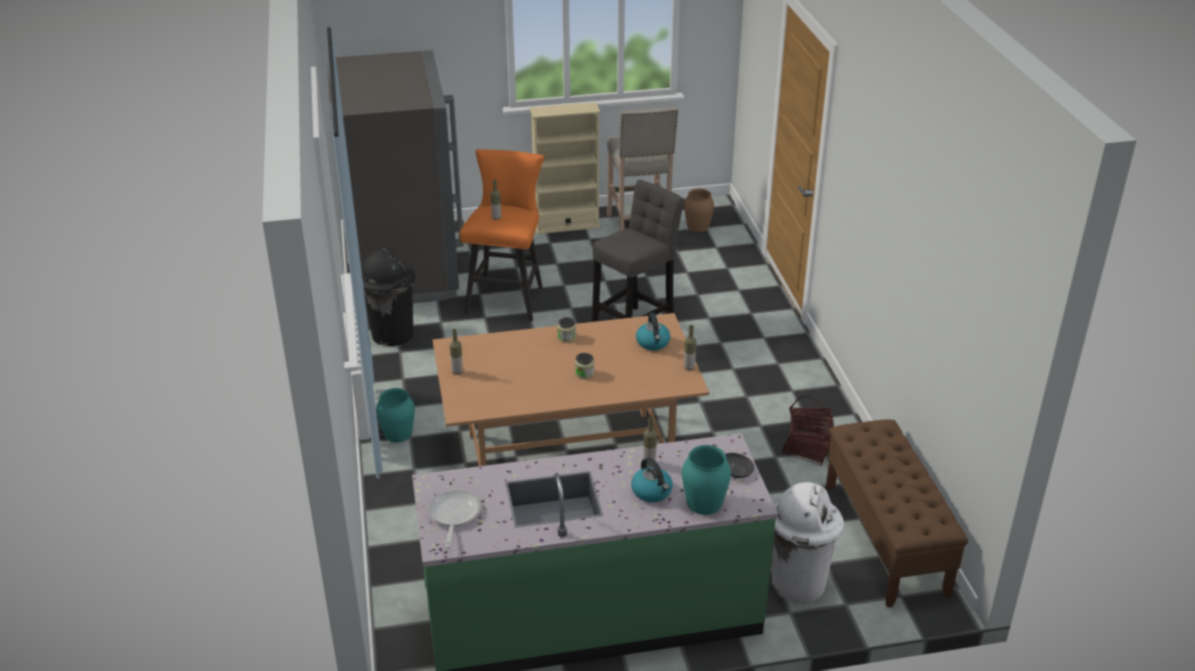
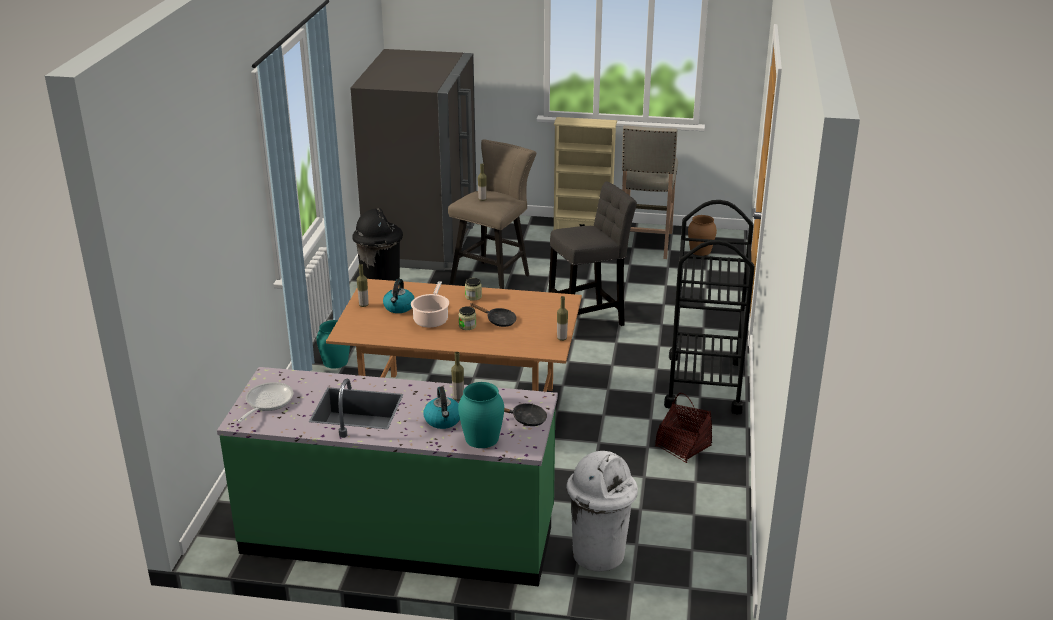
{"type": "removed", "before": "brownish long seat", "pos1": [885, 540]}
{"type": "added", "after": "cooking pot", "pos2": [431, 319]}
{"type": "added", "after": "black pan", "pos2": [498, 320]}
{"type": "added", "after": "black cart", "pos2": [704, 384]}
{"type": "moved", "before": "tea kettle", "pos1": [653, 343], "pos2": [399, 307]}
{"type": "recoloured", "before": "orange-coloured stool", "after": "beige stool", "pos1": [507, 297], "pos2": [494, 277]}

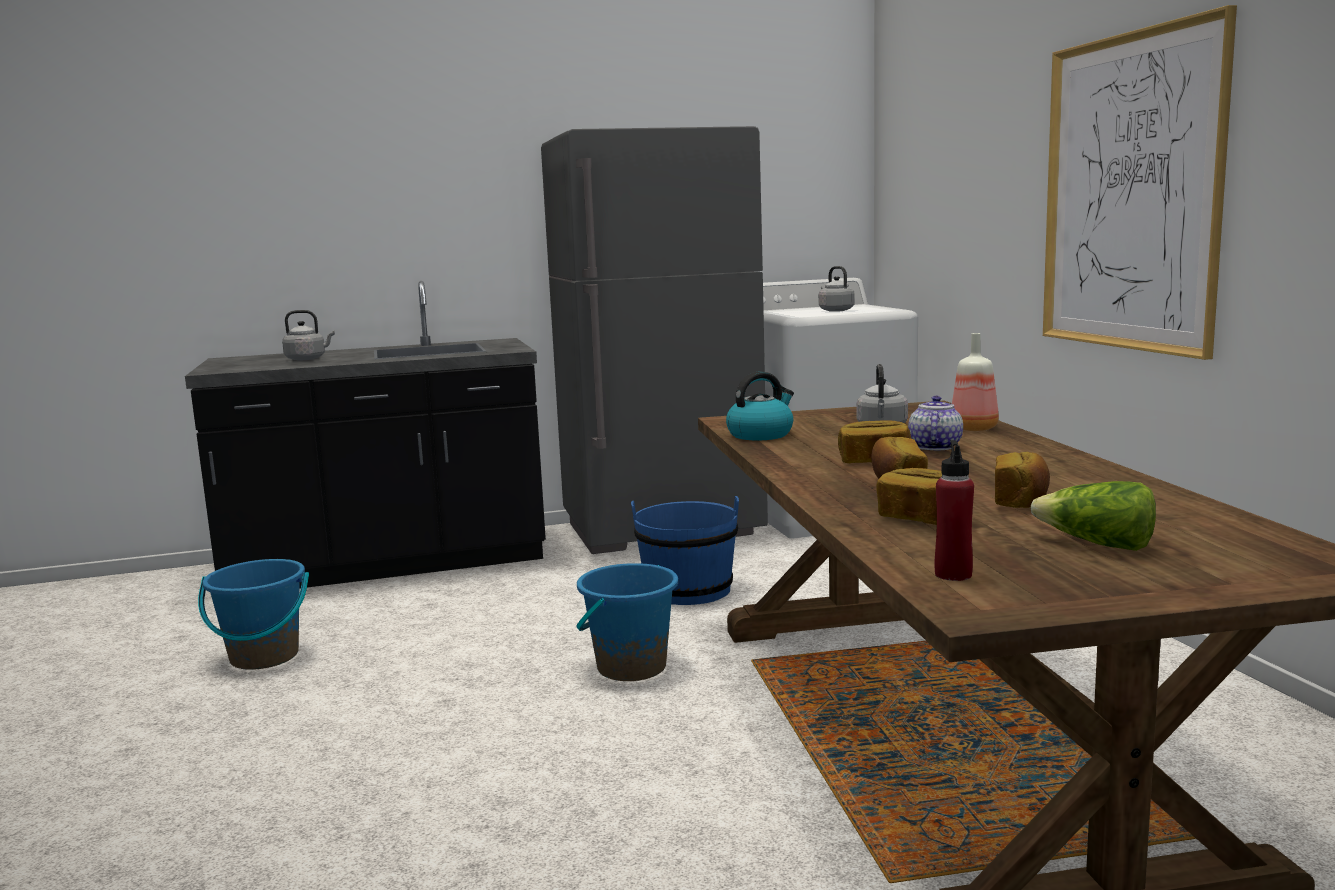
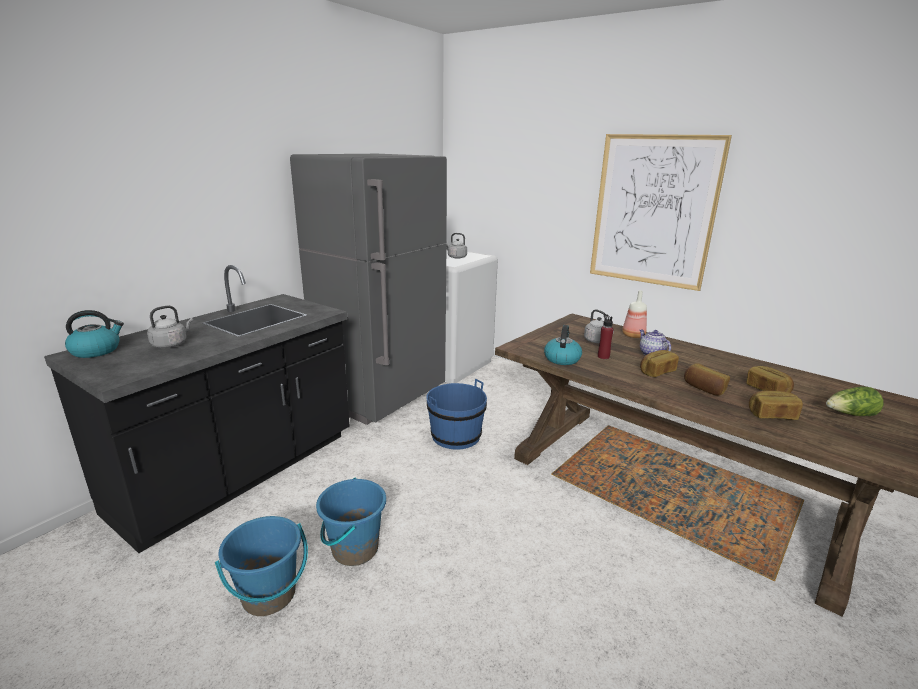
{"type": "added", "after": "tea kettle", "pos2": [96, 350]}
{"type": "moved", "before": "blue-coloured bucket", "pos1": [631, 667], "pos2": [354, 549]}
{"type": "moved", "before": "reddish drink bottle", "pos1": [953, 574], "pos2": [603, 356]}

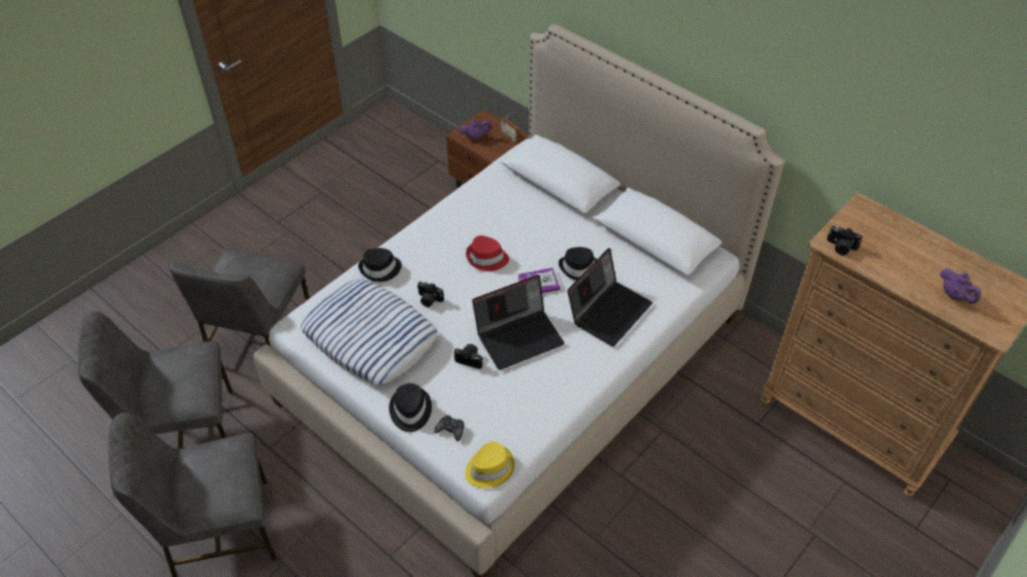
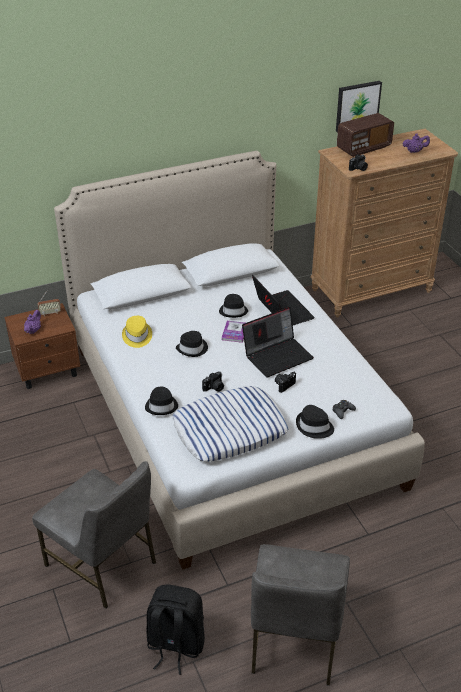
{"type": "added", "after": "picture", "pos2": [357, 106]}
{"type": "added", "after": "radio", "pos2": [363, 148]}
{"type": "moved", "before": "yellow-coloured hat", "pos1": [489, 468], "pos2": [137, 336]}
{"type": "replaced", "before": "grey plain chair", "after": "black backpack", "pos1": [185, 432], "pos2": [175, 645]}
{"type": "recoloured", "before": "reddish hat", "after": "black hat", "pos1": [487, 258], "pos2": [192, 349]}
{"type": "turned", "before": "laptop", "pos1": [519, 336], "pos2": [278, 355], "turn": 60}

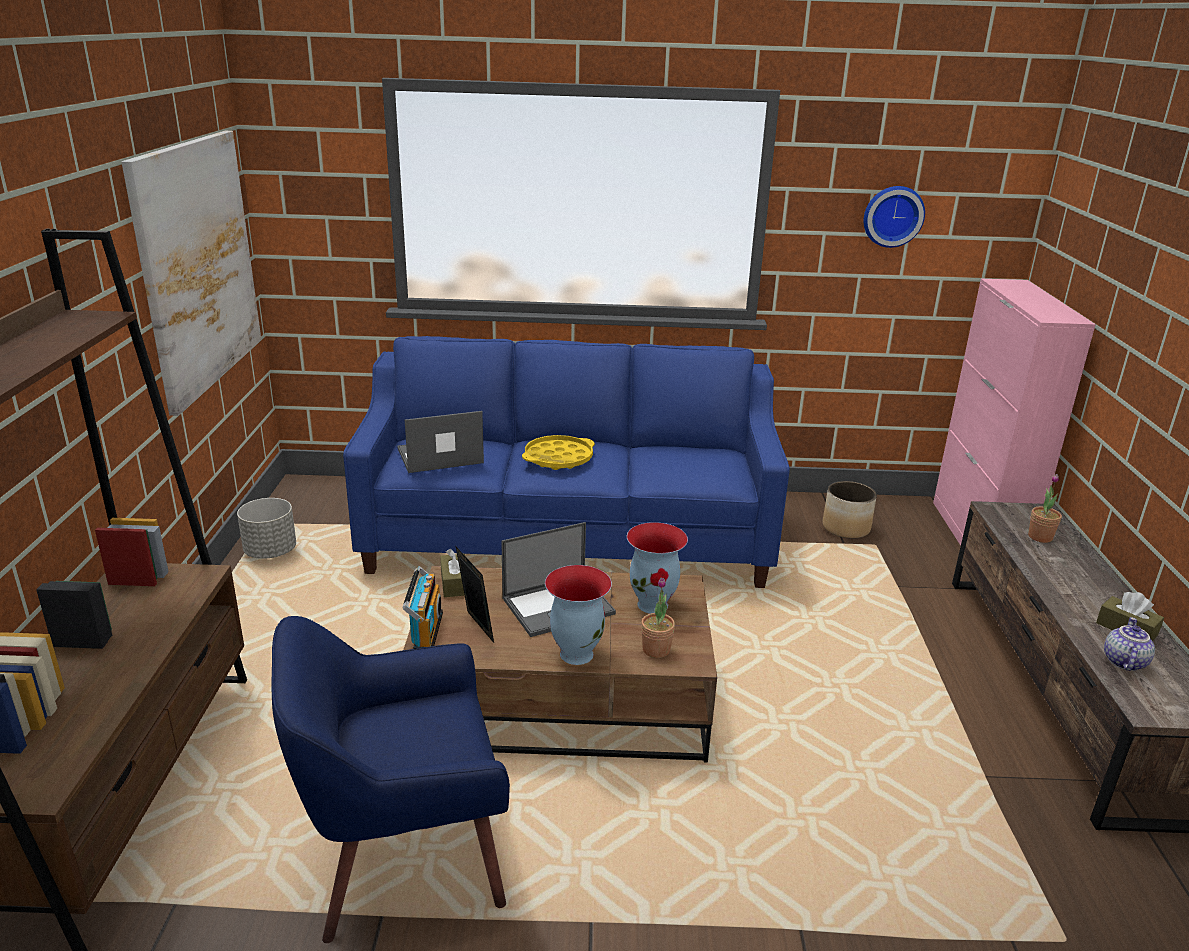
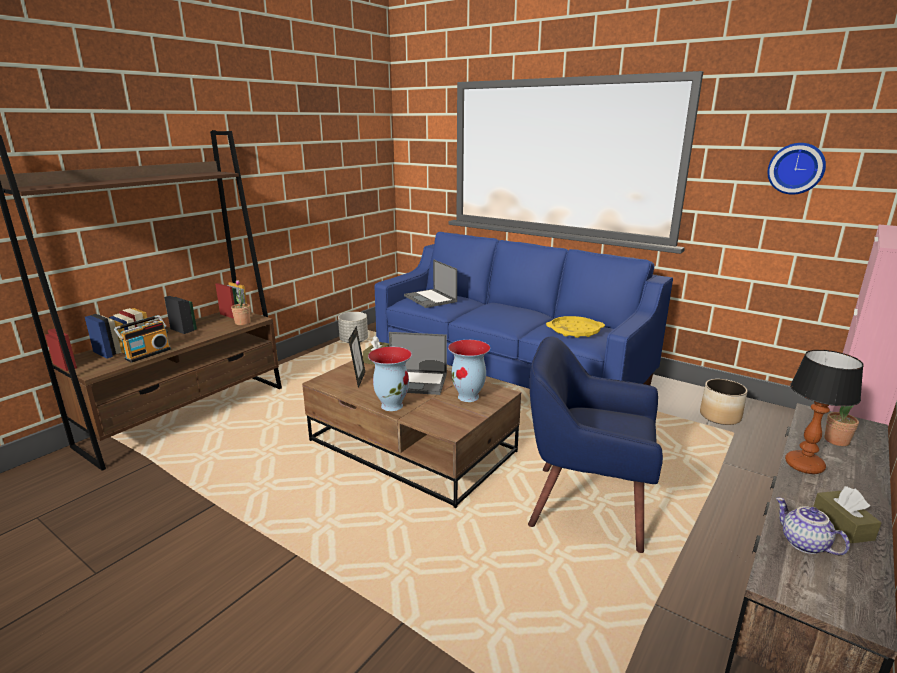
{"type": "removed", "before": "picture", "pos1": [198, 265]}
{"type": "added", "after": "table lamp", "pos2": [803, 465]}
{"type": "moved", "before": "blue-coloured lounge chair", "pos1": [403, 856], "pos2": [585, 505]}
{"type": "moved", "before": "radio", "pos1": [425, 631], "pos2": [147, 354]}
{"type": "moved", "before": "yellow-coloured carrying tray", "pos1": [558, 458], "pos2": [574, 331]}
{"type": "moved", "before": "potted plant", "pos1": [656, 650], "pos2": [242, 323]}
{"type": "turned", "before": "laptop", "pos1": [439, 456], "pos2": [430, 299], "turn": -135}
{"type": "turned", "before": "pot for tea", "pos1": [1123, 661], "pos2": [803, 543], "turn": -90}

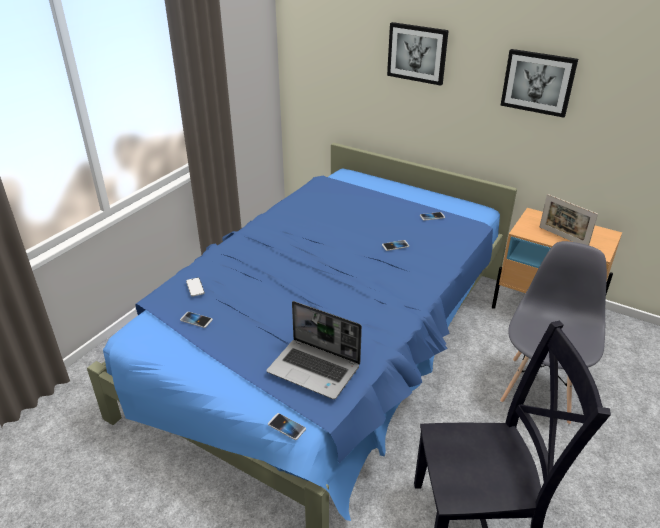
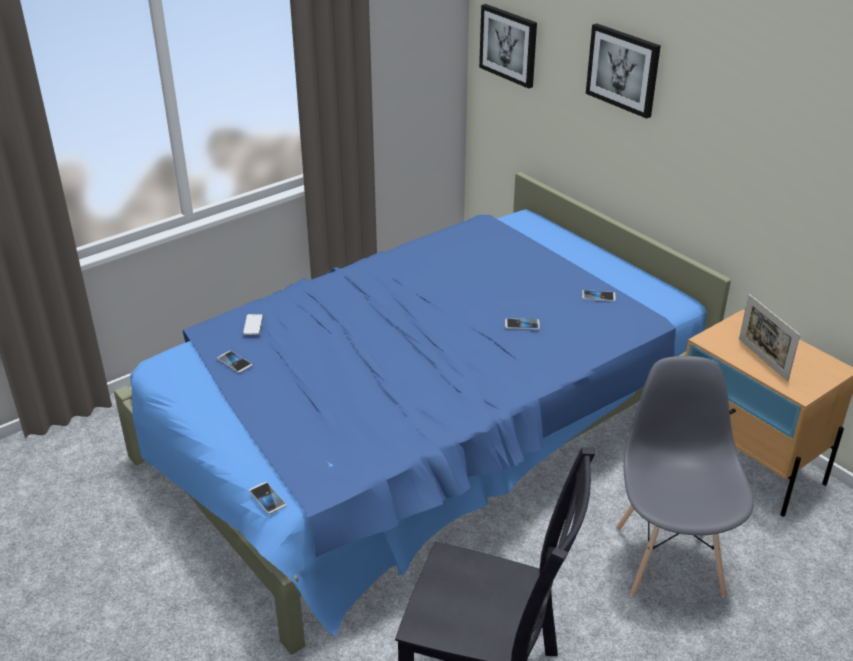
{"type": "removed", "before": "laptop", "pos1": [315, 369]}
{"type": "moved", "before": "picture", "pos1": [538, 82], "pos2": [509, 45]}
{"type": "turned", "before": "grey plain chair", "pos1": [540, 389], "pos2": [669, 560], "turn": -45}

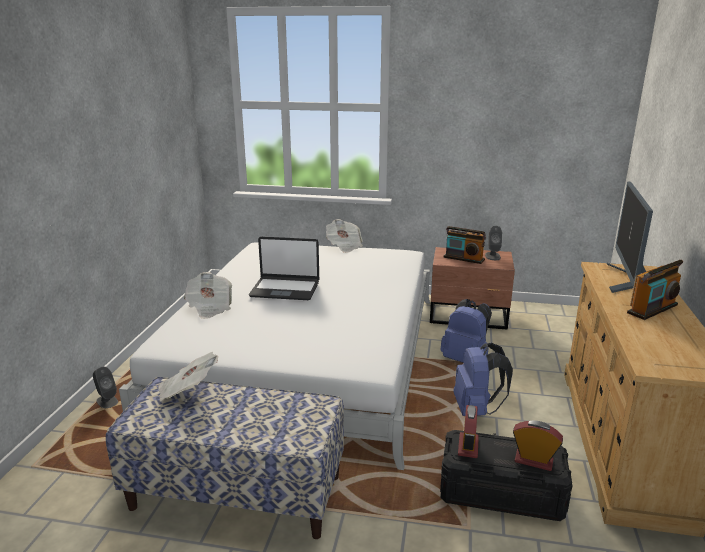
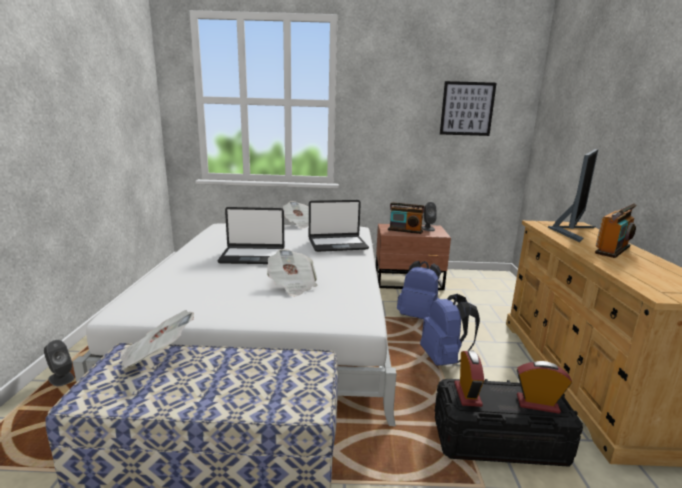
{"type": "added", "after": "laptop", "pos2": [337, 244]}
{"type": "added", "after": "picture", "pos2": [467, 109]}
{"type": "moved", "before": "newspaper", "pos1": [210, 307], "pos2": [292, 285]}
{"type": "turned", "before": "monitor", "pos1": [626, 280], "pos2": [571, 231], "turn": -150}

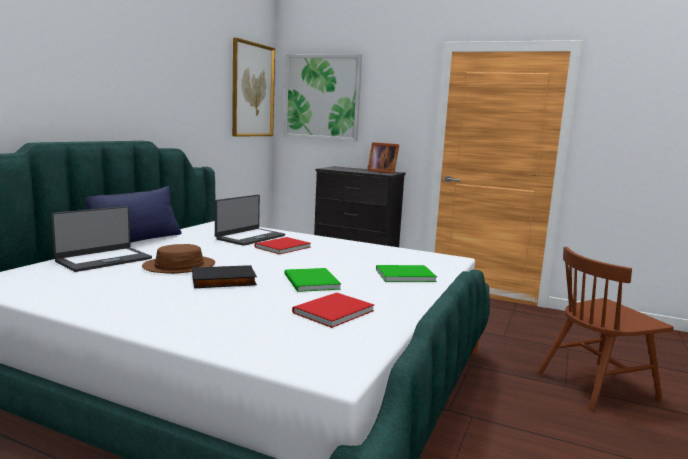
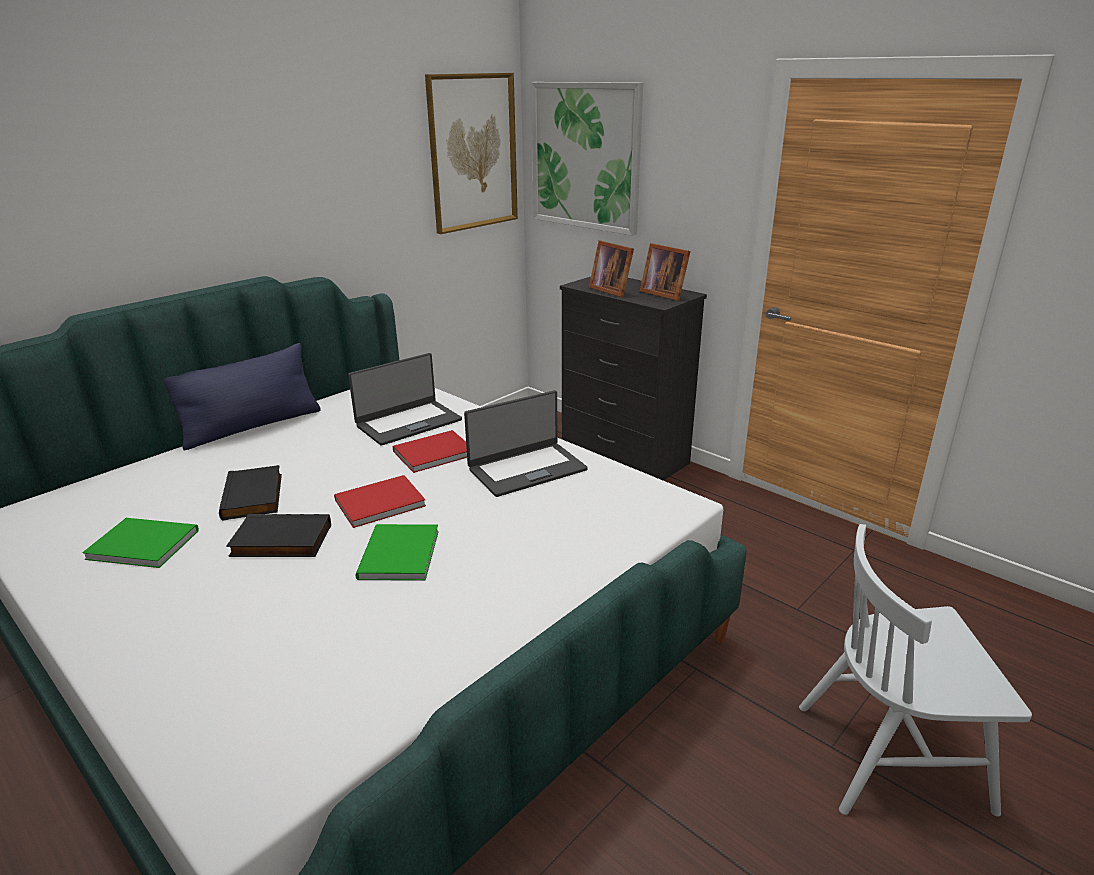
{"type": "added", "after": "standing frame", "pos2": [611, 290]}
{"type": "moved", "before": "laptop", "pos1": [103, 260], "pos2": [526, 469]}
{"type": "moved", "before": "reddish bound book", "pos1": [331, 312], "pos2": [377, 502]}
{"type": "moved", "before": "greenish bound book", "pos1": [403, 275], "pos2": [142, 543]}
{"type": "replaced", "before": "brownish hat", "after": "black bound book", "pos1": [179, 266], "pos2": [255, 496]}
{"type": "recoloured", "before": "brownish plain chair", "after": "white plain chair", "pos1": [596, 385], "pos2": [892, 755]}

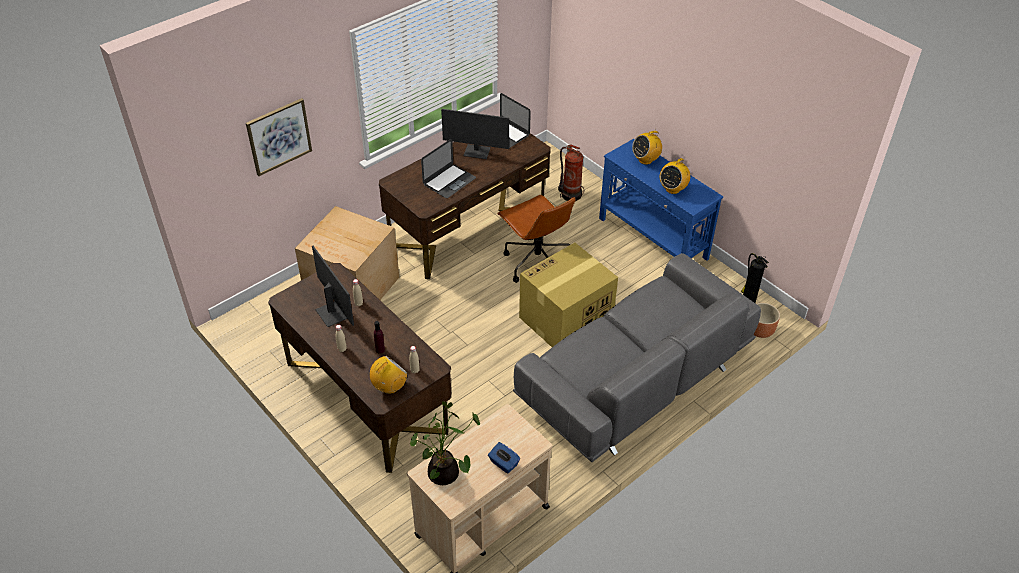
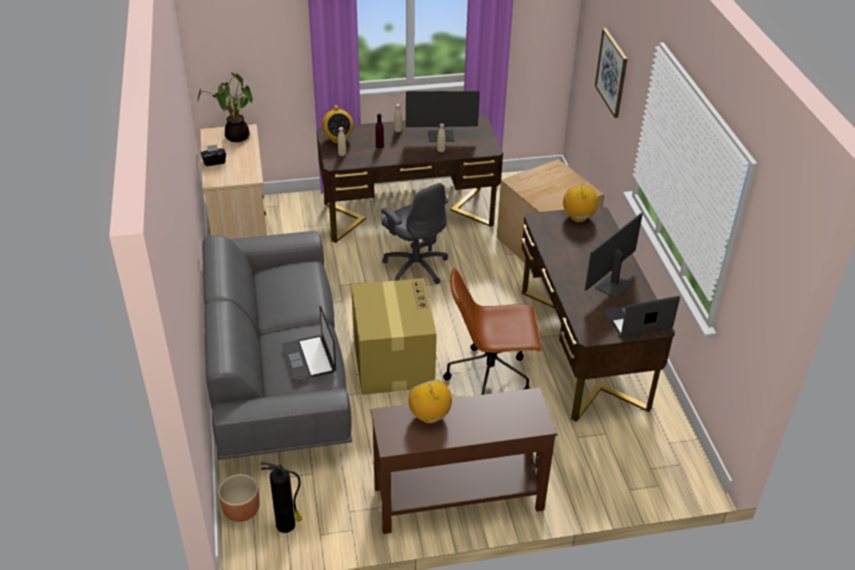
{"type": "removed", "before": "fire-fighting cylinder", "pos1": [570, 194]}
{"type": "added", "after": "grey office chair", "pos2": [415, 266]}
{"type": "moved", "before": "laptop", "pos1": [449, 181], "pos2": [309, 358]}
{"type": "moved", "before": "radio", "pos1": [645, 160], "pos2": [578, 217]}
{"type": "recoloured", "before": "blue-coloured box of tissues", "after": "black box of tissues", "pos1": [503, 463], "pos2": [214, 162]}
{"type": "recoloured", "before": "blue-coloured console table", "after": "brownish console table", "pos1": [653, 239], "pos2": [457, 498]}

